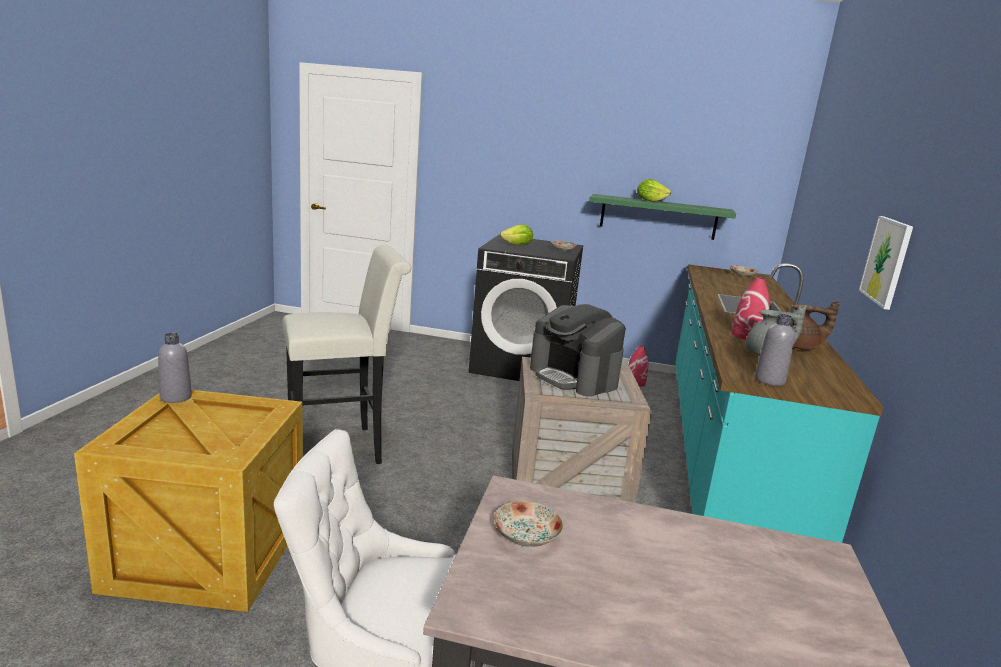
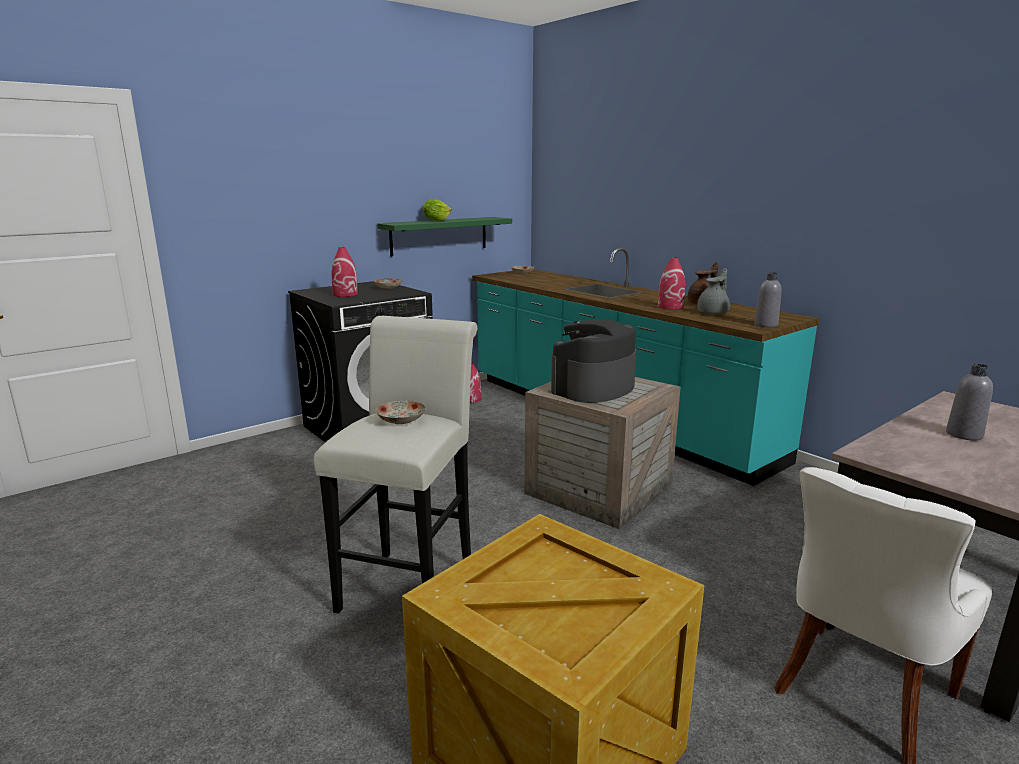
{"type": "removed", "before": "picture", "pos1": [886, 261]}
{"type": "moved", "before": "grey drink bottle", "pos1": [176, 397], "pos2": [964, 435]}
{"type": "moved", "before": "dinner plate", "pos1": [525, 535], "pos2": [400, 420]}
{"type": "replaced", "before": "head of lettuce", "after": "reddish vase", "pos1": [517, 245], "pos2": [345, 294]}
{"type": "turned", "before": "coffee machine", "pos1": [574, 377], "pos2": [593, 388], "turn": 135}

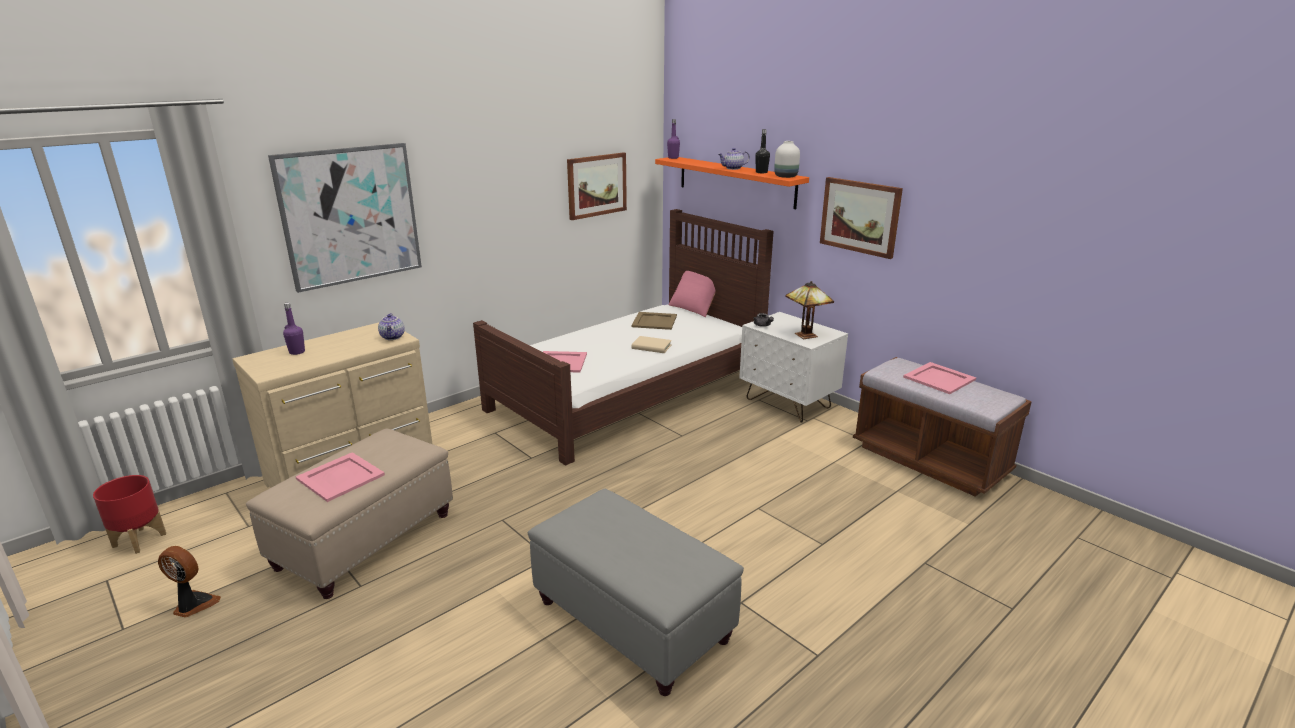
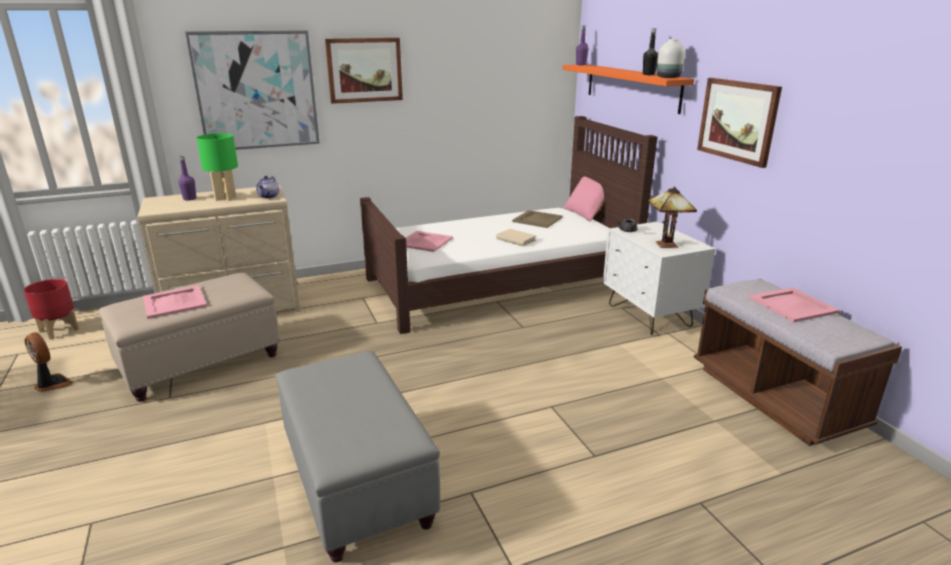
{"type": "removed", "before": "pot for tea", "pos1": [733, 168]}
{"type": "added", "after": "greenish table lamp", "pos2": [226, 198]}
{"type": "moved", "before": "picture", "pos1": [596, 185], "pos2": [364, 70]}

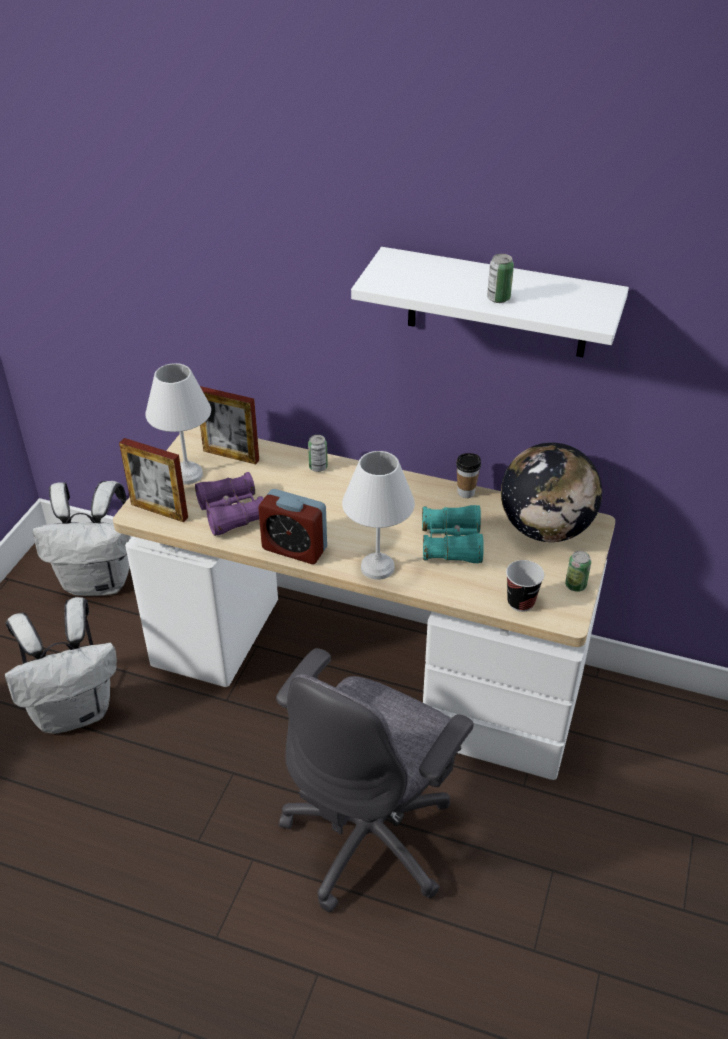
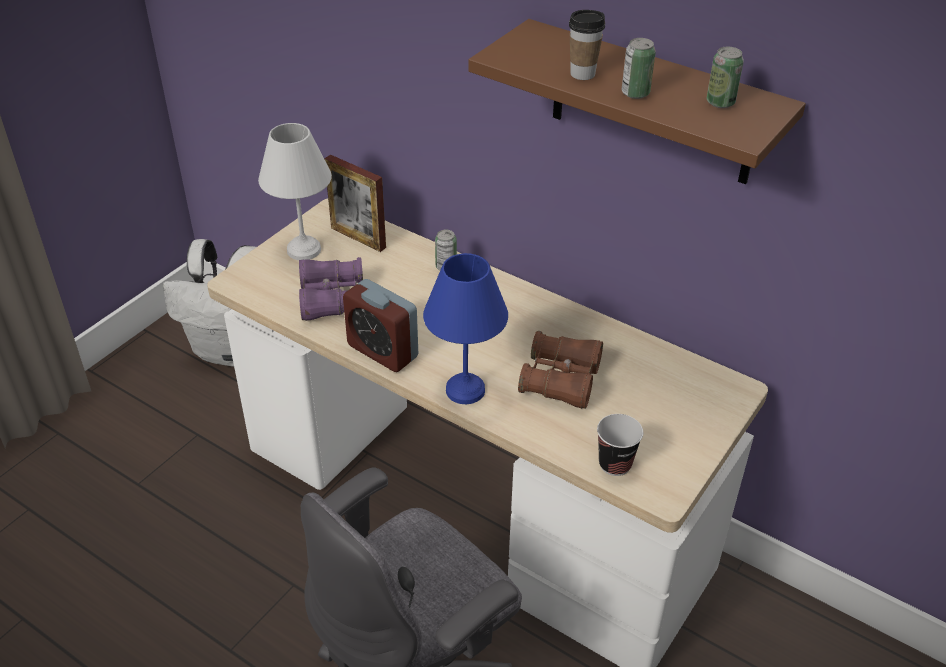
{"type": "removed", "before": "white backpack", "pos1": [74, 710]}
{"type": "removed", "before": "standing frame", "pos1": [159, 511]}
{"type": "removed", "before": "globe", "pos1": [545, 529]}
{"type": "moved", "before": "cup", "pos1": [466, 492], "pos2": [582, 74]}
{"type": "moved", "before": "can", "pos1": [575, 585], "pos2": [720, 102]}
{"type": "recoloured", "before": "white table lamp", "after": "blue-coloured table lamp", "pos1": [376, 568], "pos2": [463, 390]}
{"type": "recoloured", "before": "white bracket shelf", "after": "brownish bracket shelf", "pos1": [497, 303], "pos2": [652, 104]}
{"type": "recoloured", "before": "turquoise pair of binoculars", "after": "brownish pair of binoculars", "pos1": [451, 544], "pos2": [560, 380]}

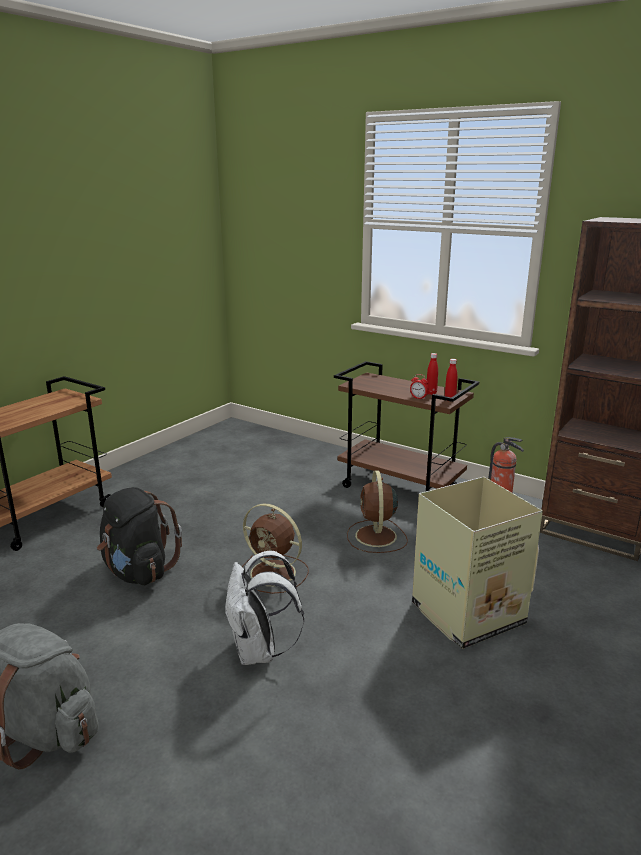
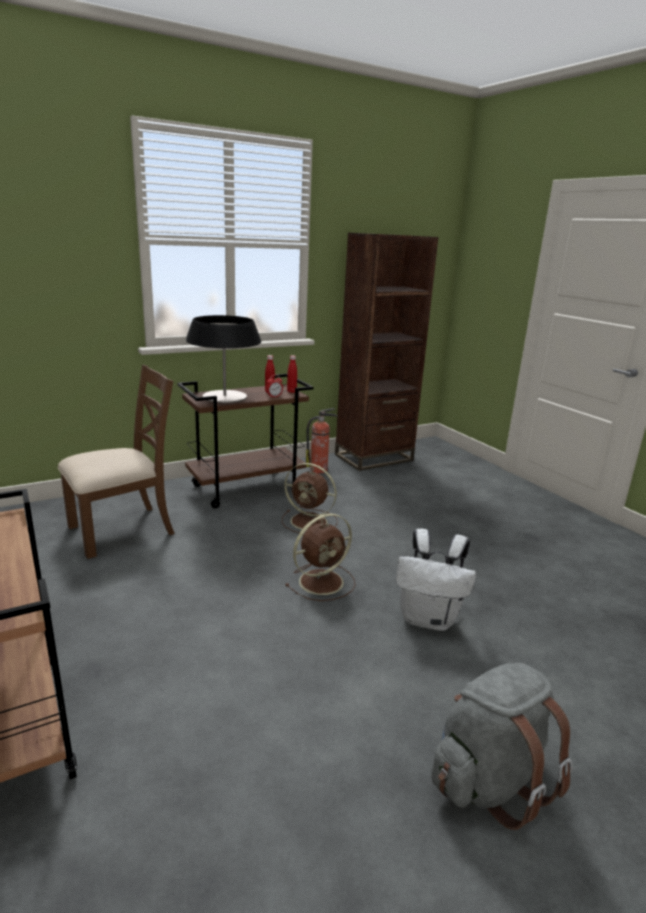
{"type": "removed", "before": "black backpack", "pos1": [138, 572]}
{"type": "removed", "before": "packing box", "pos1": [465, 614]}
{"type": "added", "after": "brownish plain chair", "pos2": [123, 530]}
{"type": "added", "after": "table lamp", "pos2": [224, 396]}

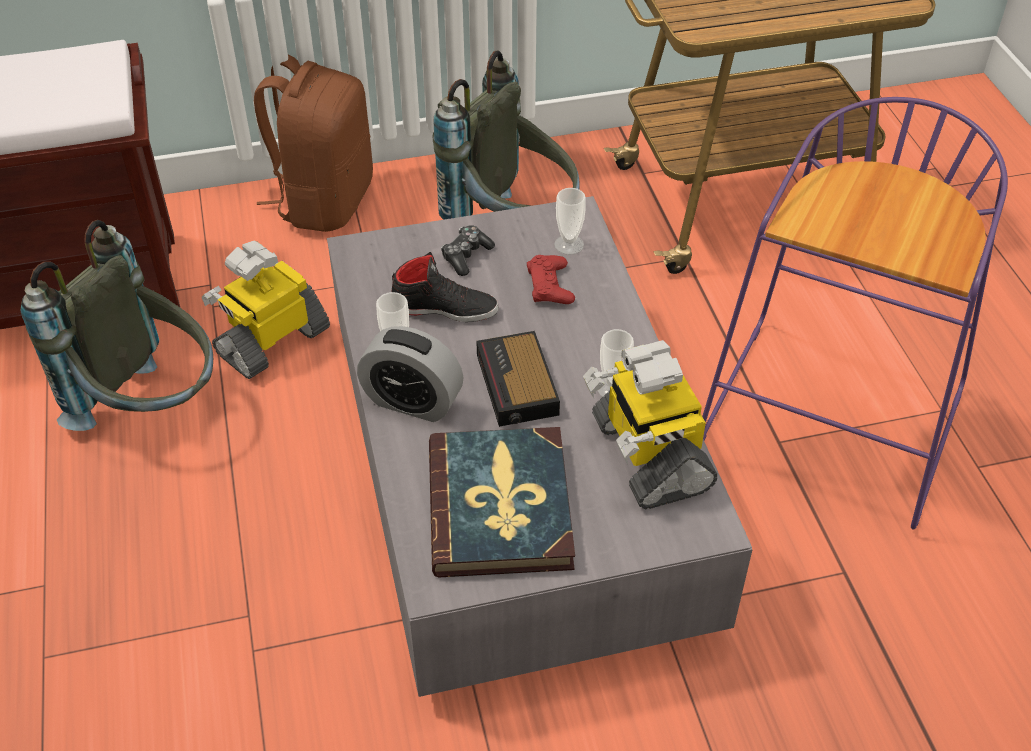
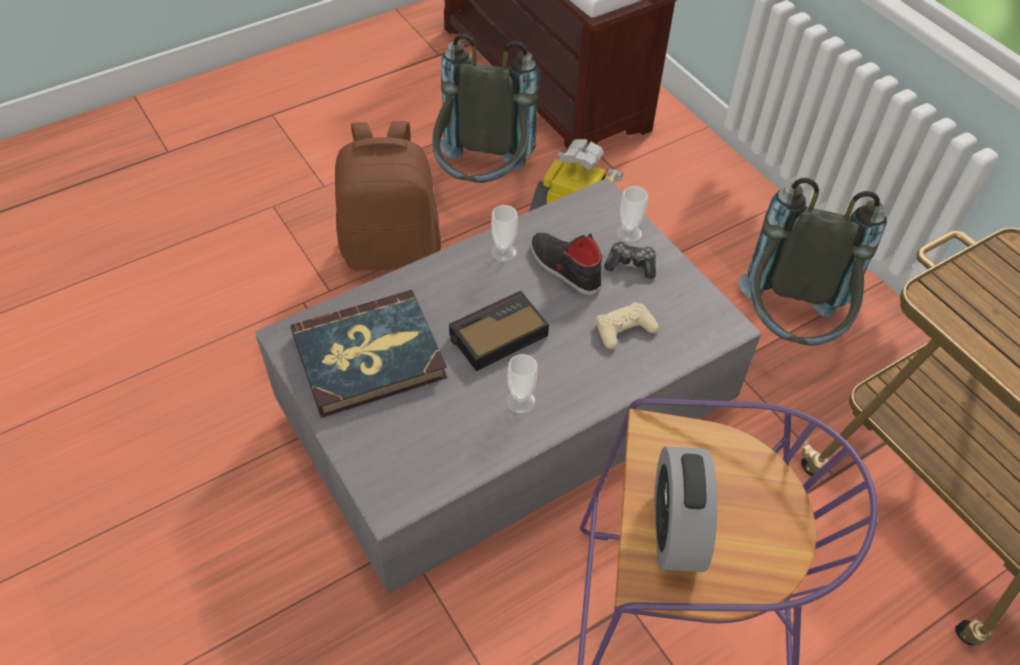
{"type": "removed", "before": "model robot", "pos1": [648, 454]}
{"type": "moved", "before": "brownish backpack", "pos1": [324, 201], "pos2": [391, 248]}
{"type": "moved", "before": "alarm clock", "pos1": [412, 401], "pos2": [676, 530]}
{"type": "moved", "before": "cup", "pos1": [569, 245], "pos2": [628, 233]}
{"type": "recoloured", "before": "reddish game controller", "after": "beige game controller", "pos1": [550, 285], "pos2": [624, 329]}
{"type": "turned", "before": "black shoe", "pos1": [444, 308], "pos2": [564, 268], "turn": 150}

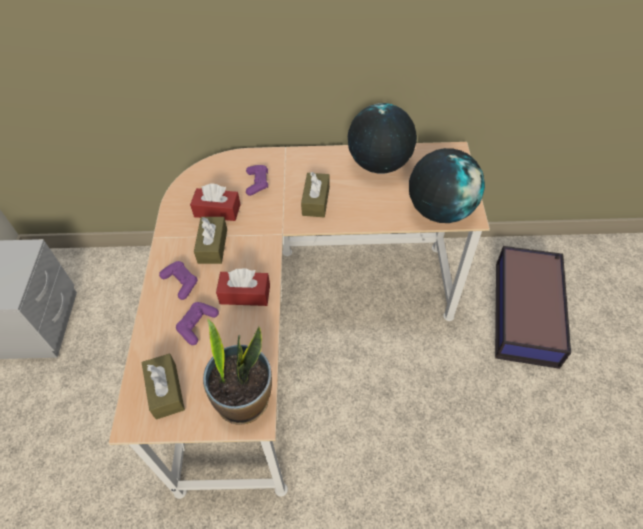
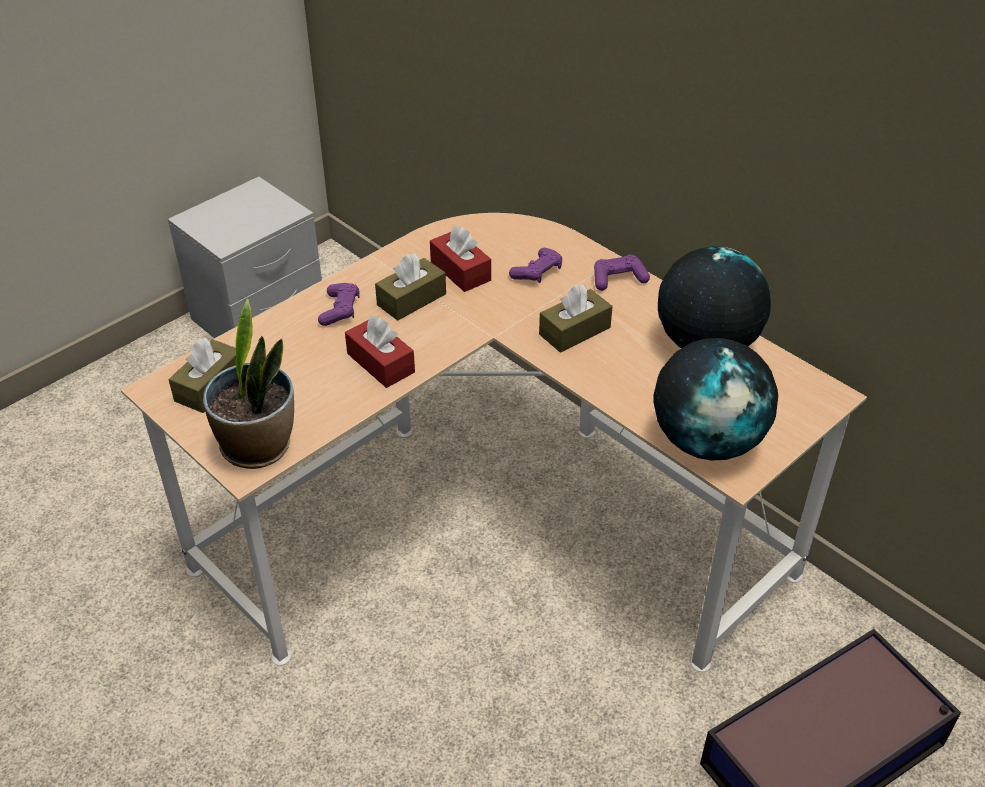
{"type": "moved", "before": "purple-coloured game controller", "pos1": [197, 325], "pos2": [618, 279]}

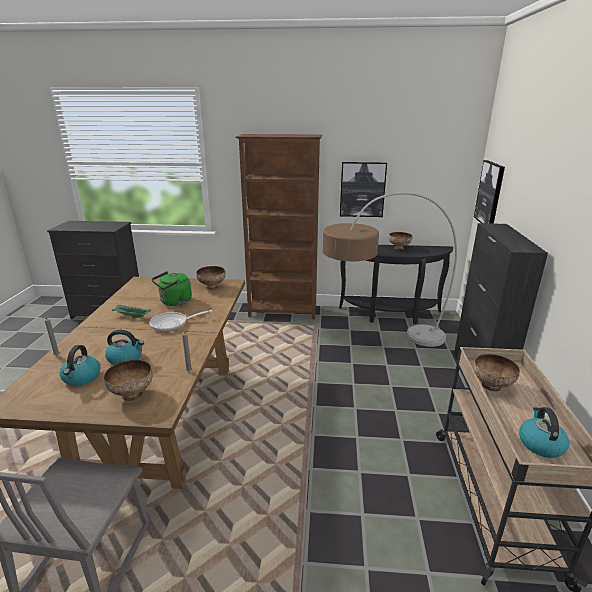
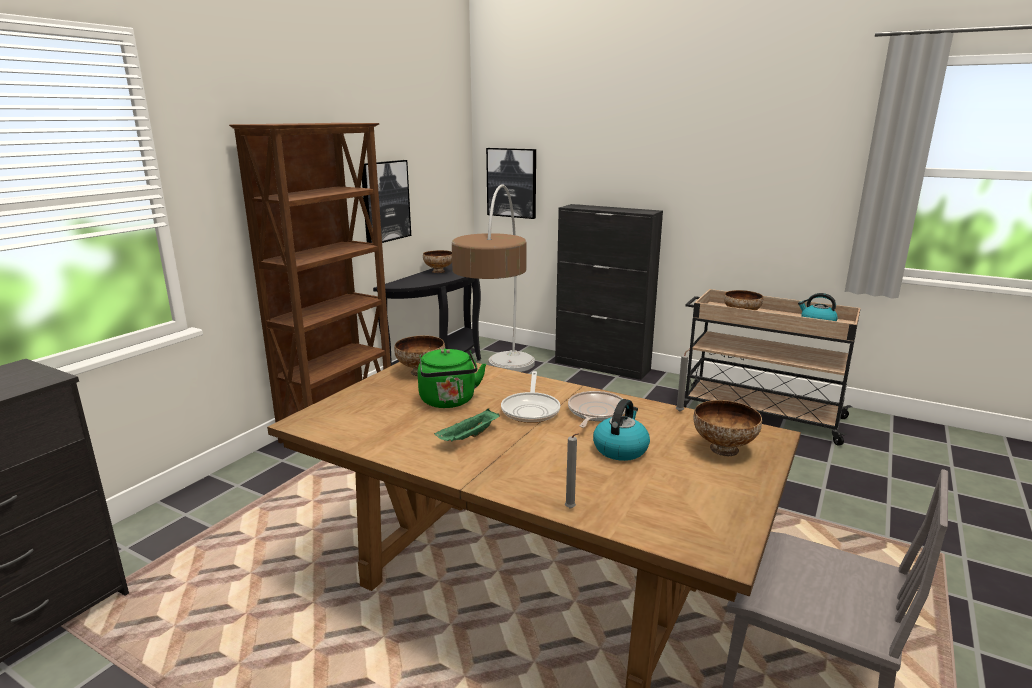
{"type": "removed", "before": "tea kettle", "pos1": [82, 377]}
{"type": "added", "after": "pan", "pos2": [595, 412]}

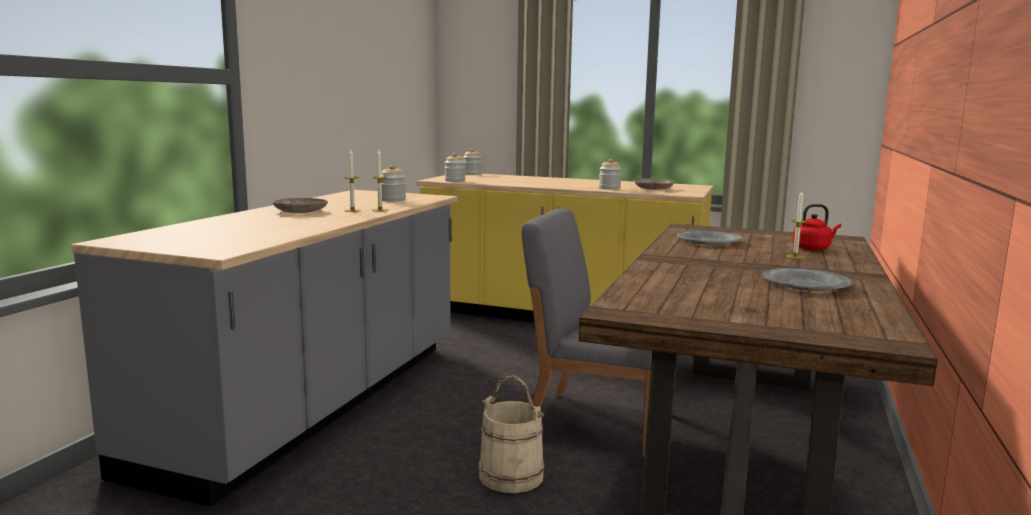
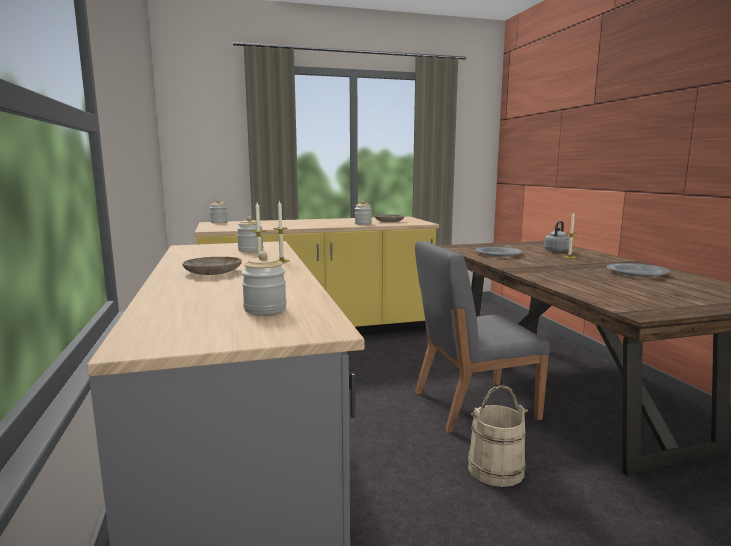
{"type": "moved", "before": "storage jar", "pos1": [455, 181], "pos2": [265, 309]}
{"type": "recoloured", "before": "reddish tea kettle", "after": "grey tea kettle", "pos1": [813, 248], "pos2": [557, 250]}

